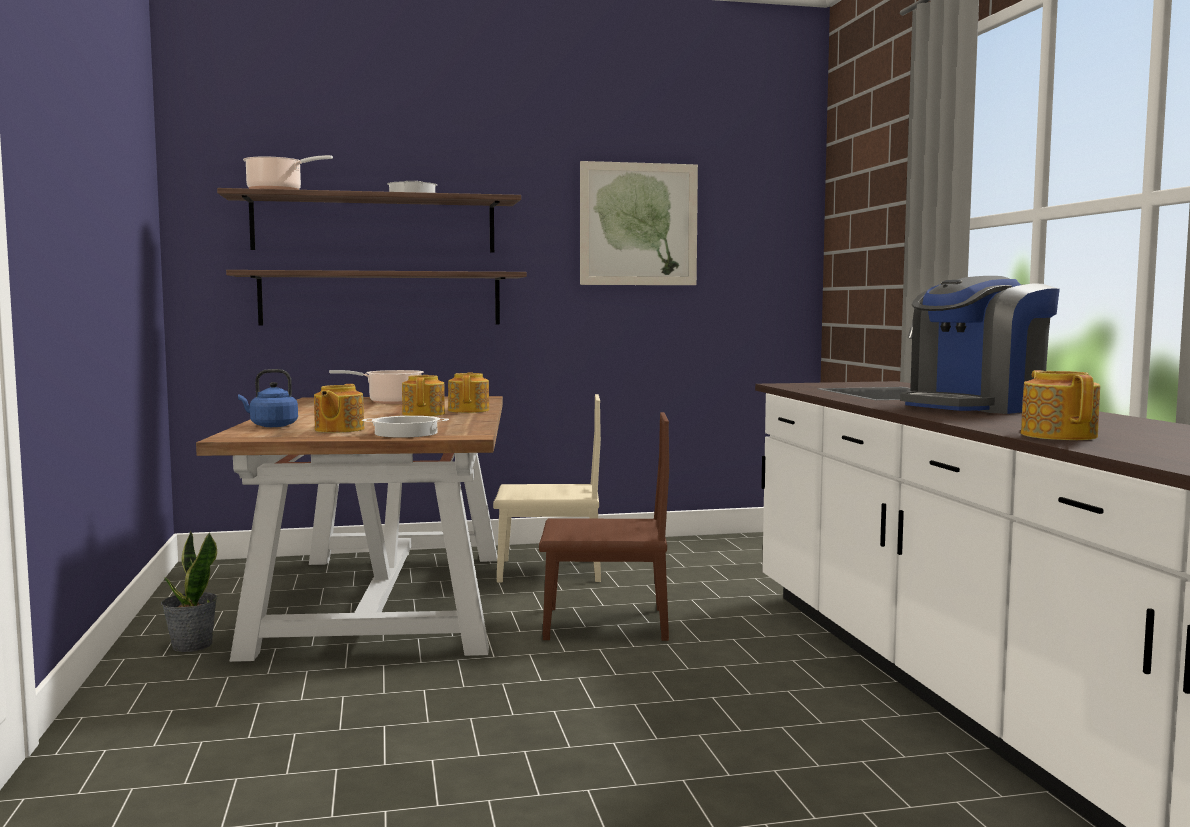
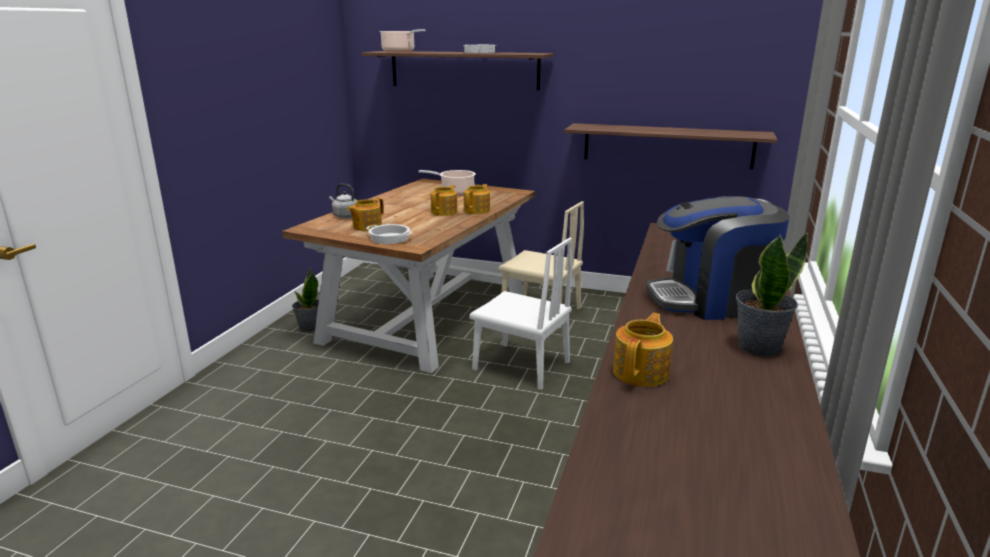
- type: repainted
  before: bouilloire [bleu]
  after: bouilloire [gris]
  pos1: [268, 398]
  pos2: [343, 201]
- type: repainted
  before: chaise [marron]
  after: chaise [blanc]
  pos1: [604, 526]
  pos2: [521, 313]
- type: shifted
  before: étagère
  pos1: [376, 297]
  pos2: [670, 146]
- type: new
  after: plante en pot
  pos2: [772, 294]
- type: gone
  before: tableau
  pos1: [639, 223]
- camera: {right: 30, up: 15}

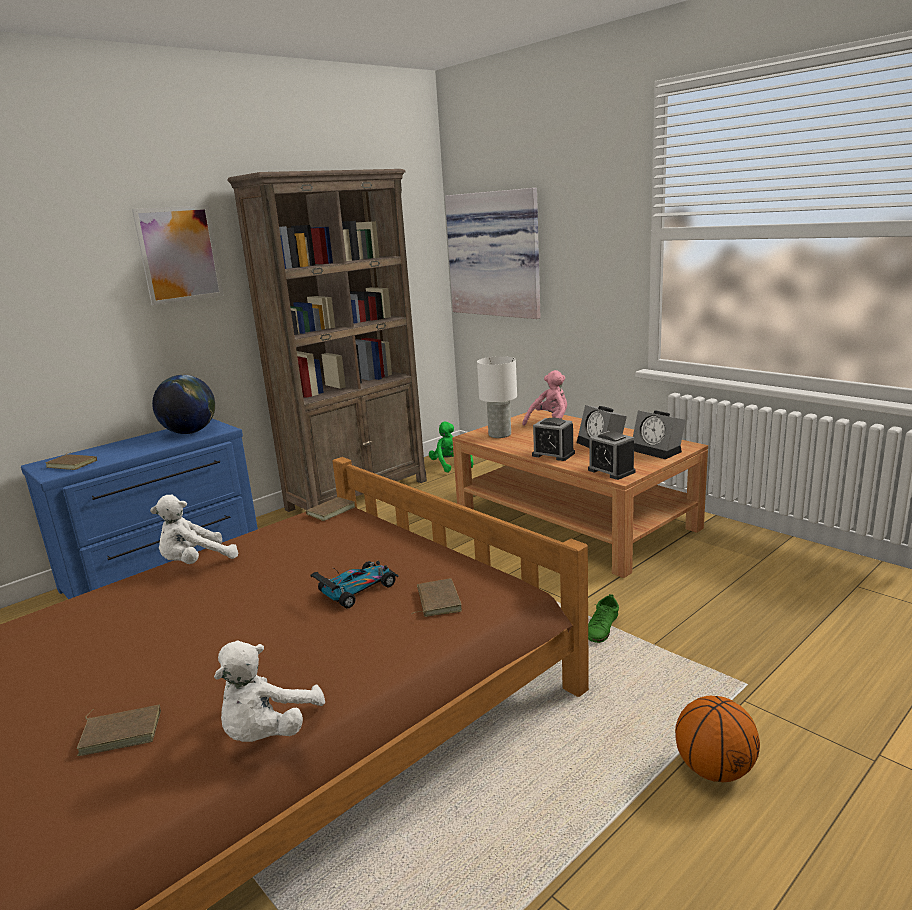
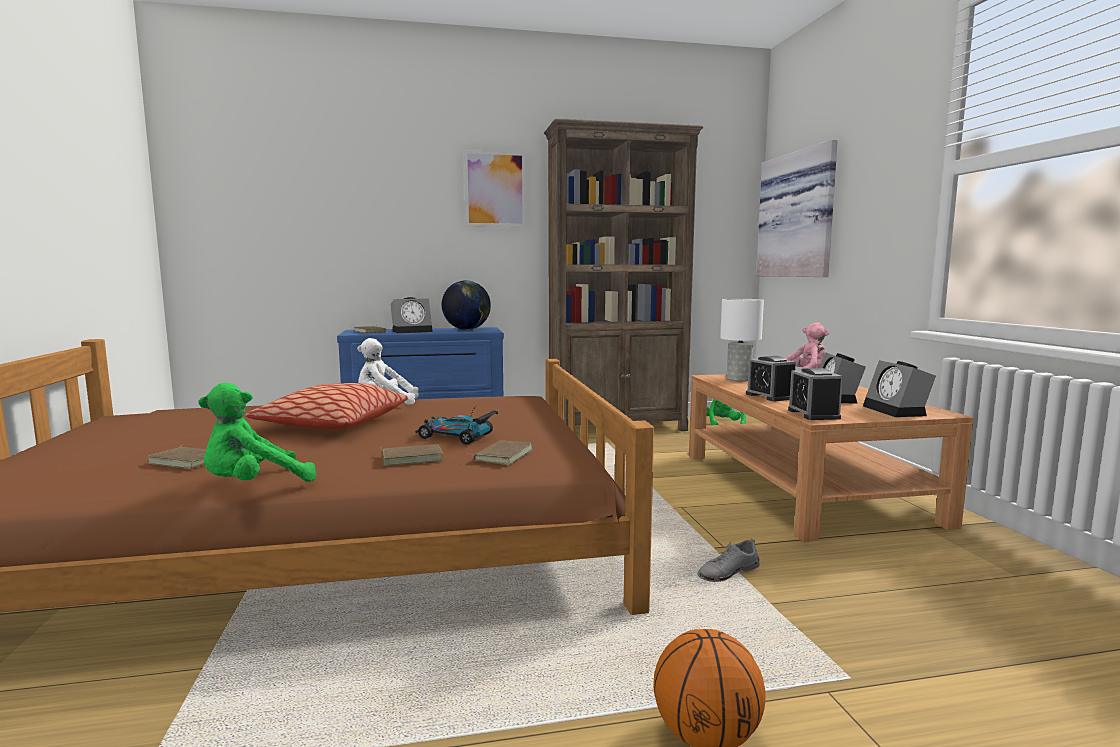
- type: repainted
  before: peluche [blanc]
  after: peluche [vert]
  pos1: [269, 691]
  pos2: [257, 432]
- type: new
  after: coussin
  pos2: [326, 406]
- type: shifted
  before: livre [marron]
  pos1: [328, 509]
  pos2: [411, 455]
- type: new
  after: réveil
  pos2: [411, 315]
- type: rotated
  before: petite voiture
  pos1: [354, 584]
  pos2: [456, 425]
  turn: -150
- type: repainted
  before: chaussure [vert]
  after: chaussure [gris]
  pos1: [603, 618]
  pos2: [728, 560]
- camera: {right: 30, up: -10}

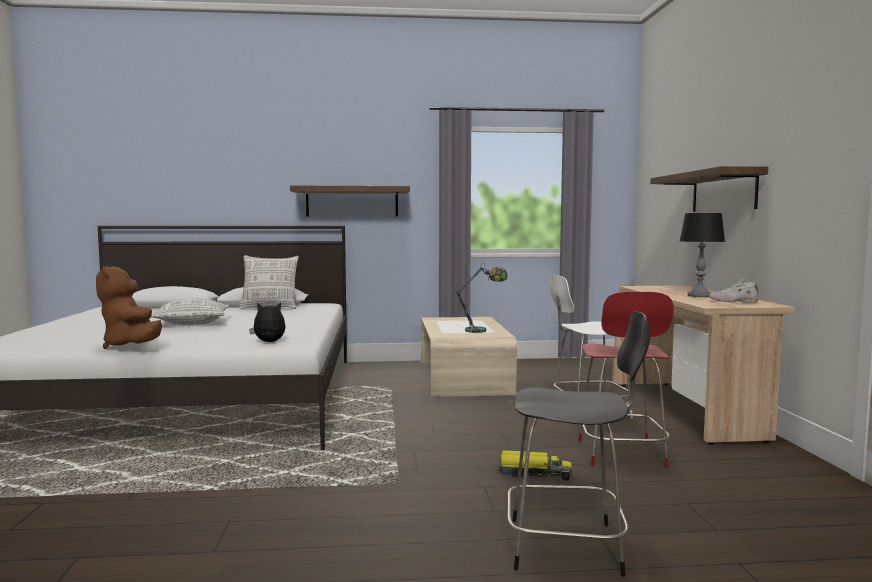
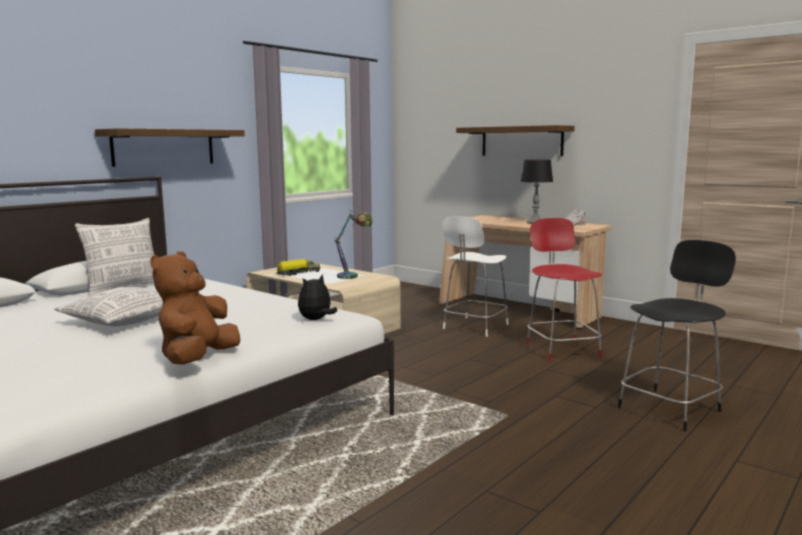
- type: rotated
  before: peluche [marron]
  pos1: [129, 307]
  pos2: [195, 308]
  turn: 90
- type: shifted
  before: camion jouet
  pos1: [534, 465]
  pos2: [298, 267]
- type: rotated
  before: chaise [rouge]
  pos1: [626, 380]
  pos2: [564, 289]
  turn: -150
- camera: {right: -45, up: 5}

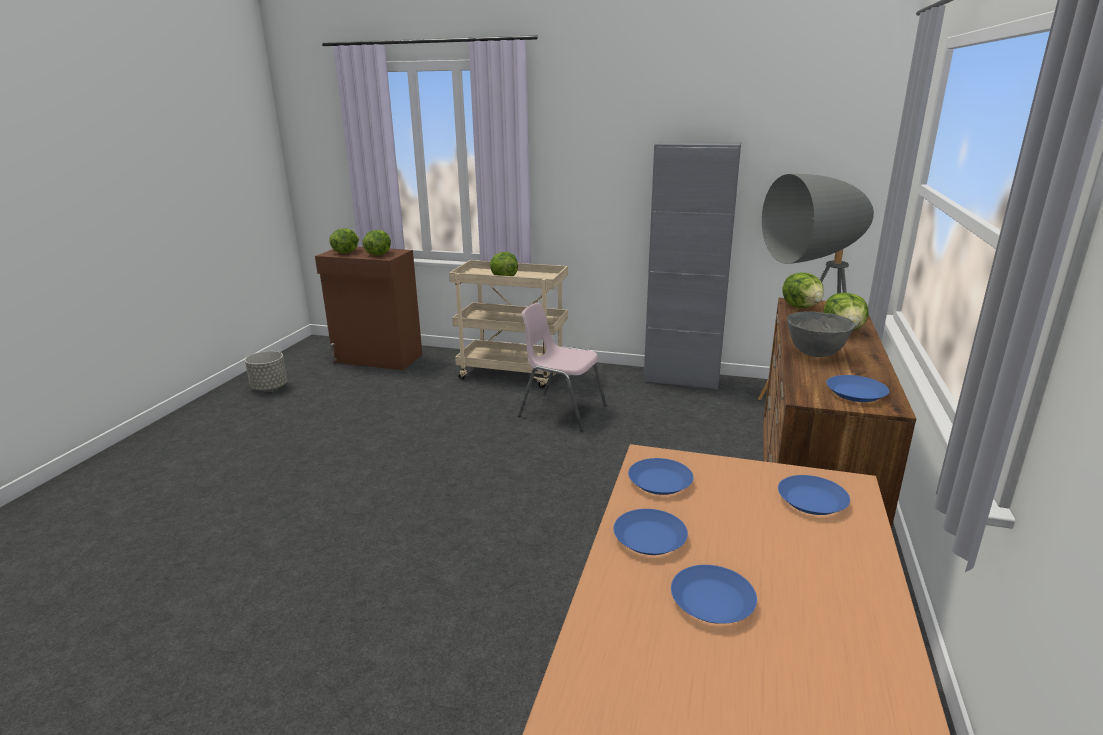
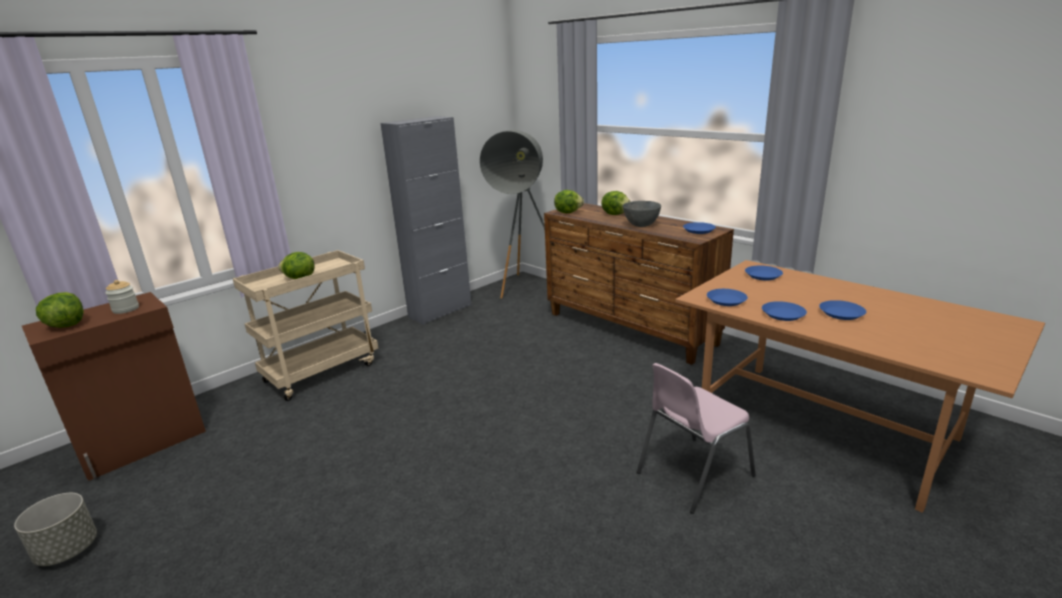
- type: swapped
  before: laitue
  after: bocal
  pos1: [376, 242]
  pos2: [122, 297]
- type: shifted
  before: chaise [rose]
  pos1: [562, 367]
  pos2: [696, 438]
- camera: {right: -60, up: 0}

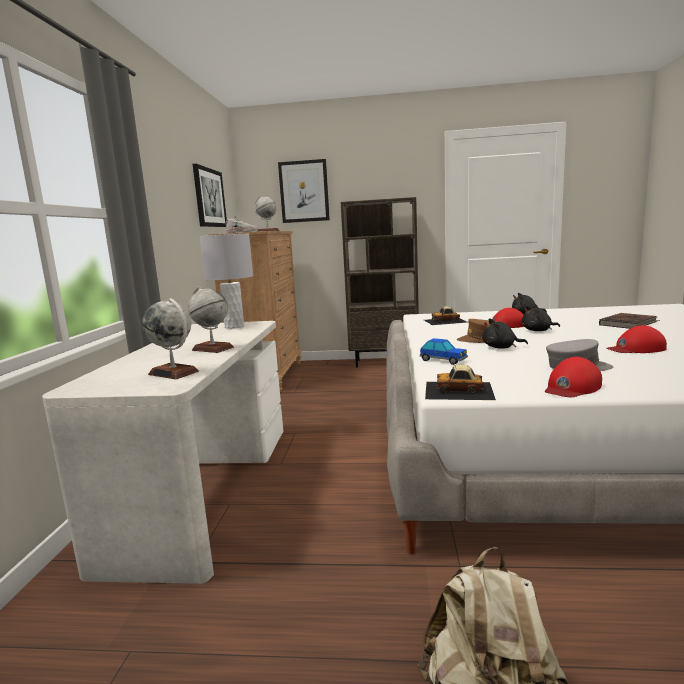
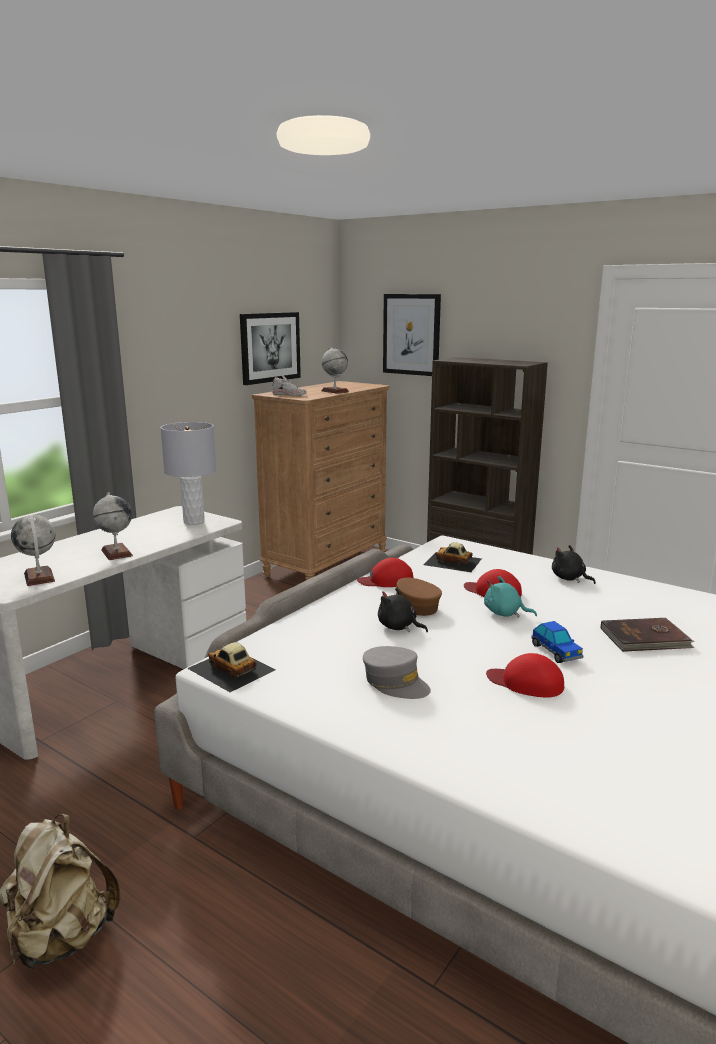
- type: shifted
  before: casquette [rouge]
  pos1: [573, 377]
  pos2: [385, 572]
- type: repainted
  before: peluche [noir]
  after: peluche [turquoise]
  pos1: [541, 318]
  pos2: [510, 597]
- type: shifted
  before: petite voiture
  pos1: [444, 351]
  pos2: [557, 642]
- camera: {right: 30, up: 5}

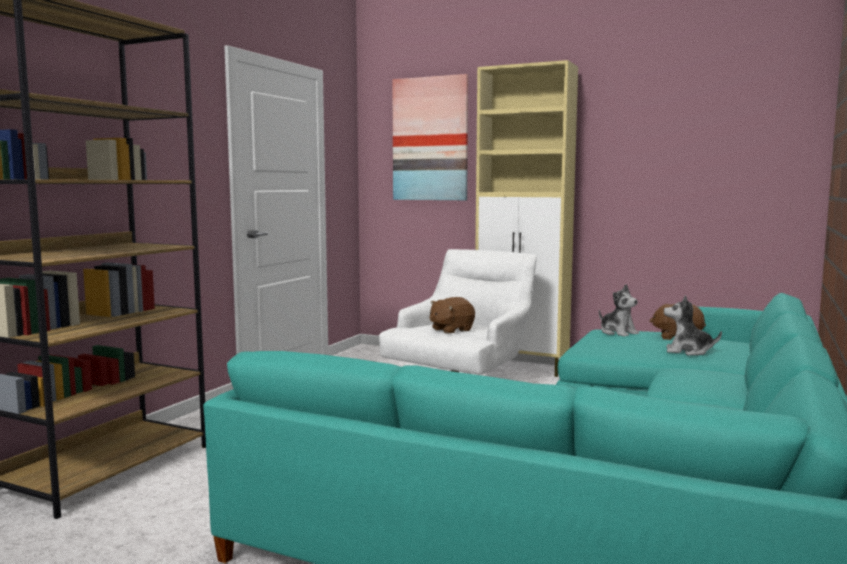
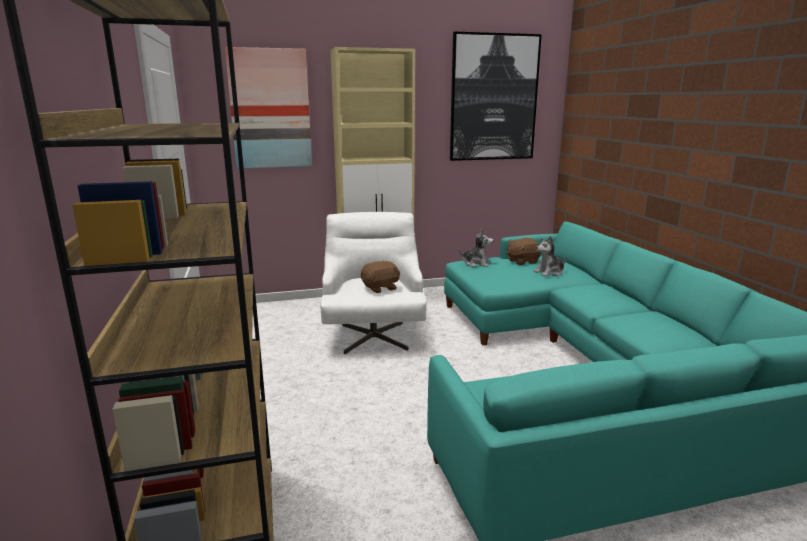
- type: rotated
  before: peluche [marron]
  pos1: [452, 315]
  pos2: [380, 277]
  turn: -135
- type: new
  after: tableau
  pos2: [496, 96]
- camera: {right: -40, up: 10}

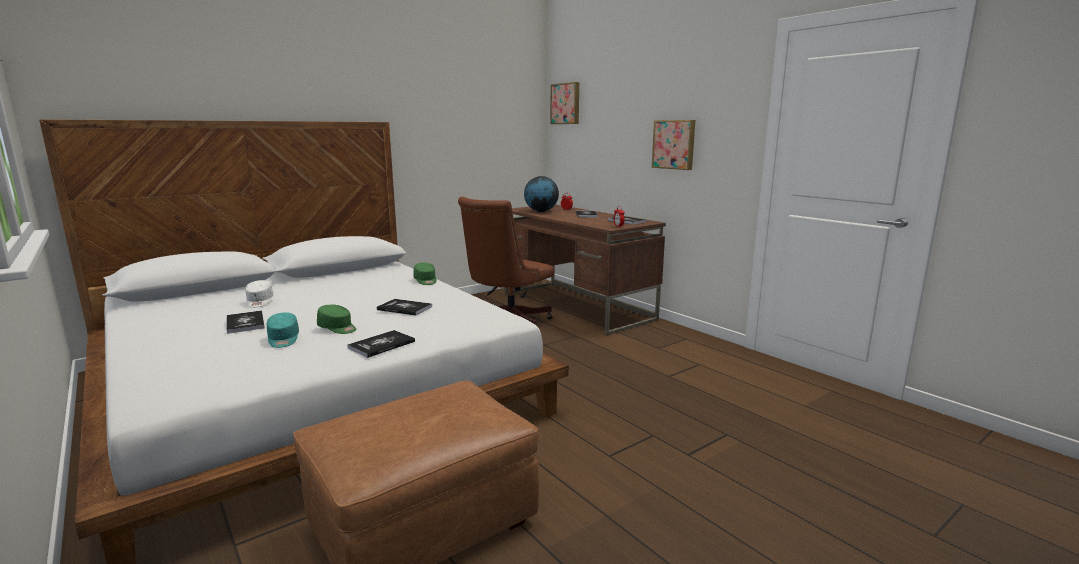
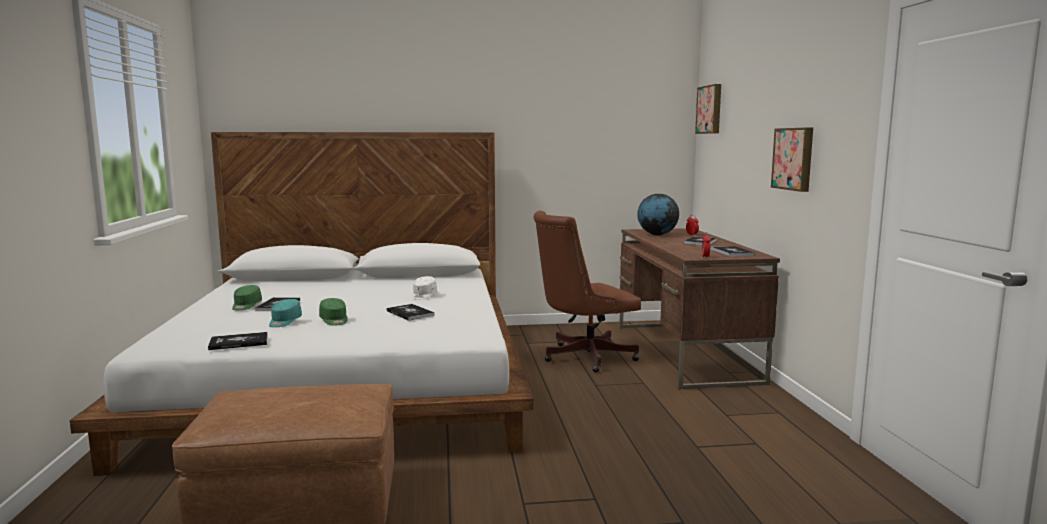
- type: shifted
  before: livre
  pos1: [381, 344]
  pos2: [238, 341]
- type: shifted
  before: casquette [vert]
  pos1: [425, 274]
  pos2: [247, 297]
- type: shifted
  before: casquette [blanc]
  pos1: [259, 293]
  pos2: [424, 288]
- camera: {right: 30, up: -5}

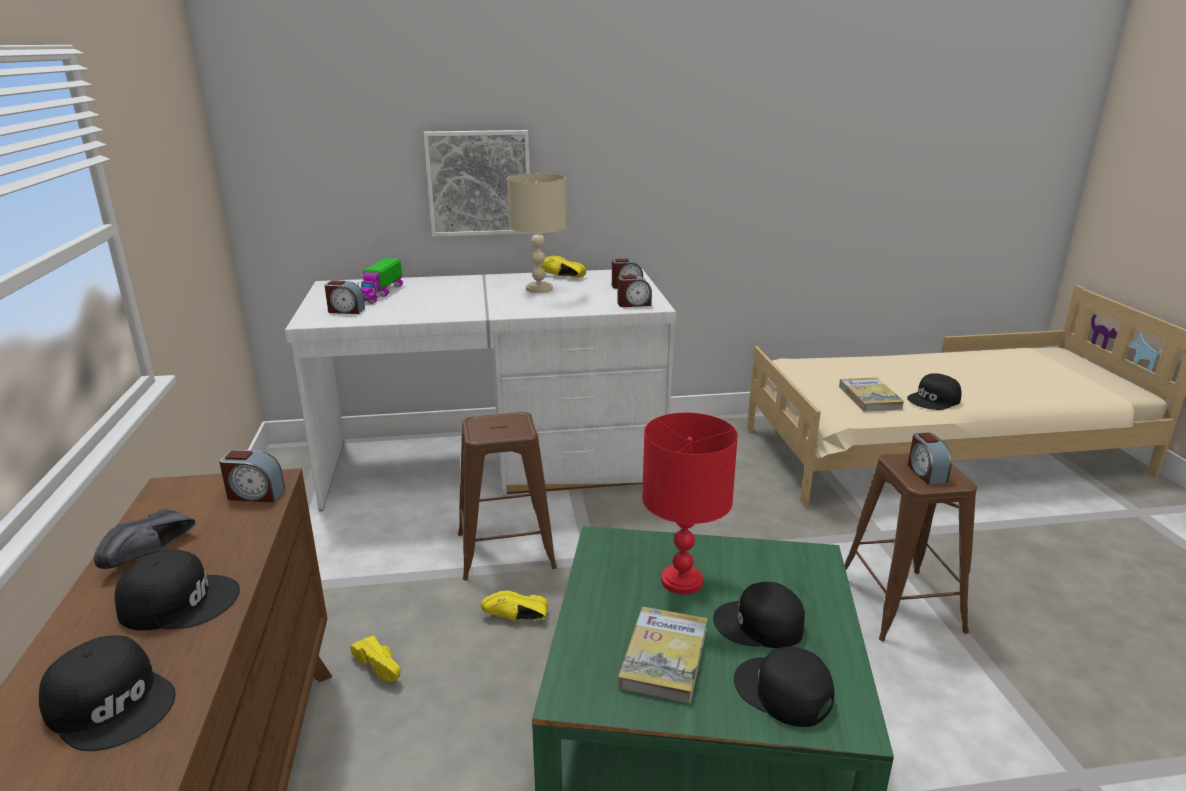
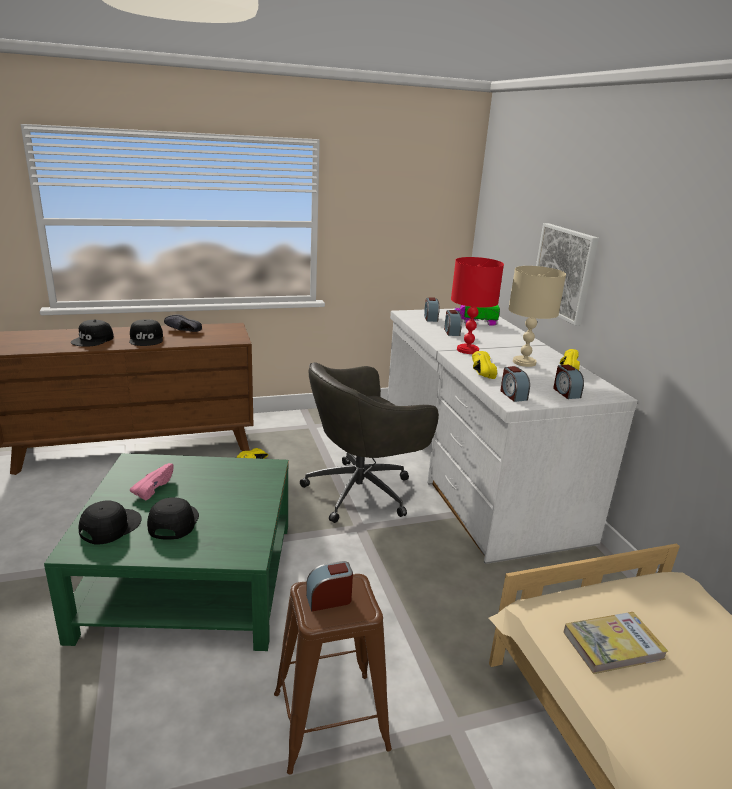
- type: swapped
  before: livre
  after: chaussure [rose]
  pos1: [662, 655]
  pos2: [152, 481]
- type: swapped
  before: tabouret [marron]
  after: chaise de bureau [gris]
  pos1: [507, 496]
  pos2: [369, 442]
- type: shifted
  before: réveil
  pos1: [252, 476]
  pos2: [453, 323]
- type: shifted
  before: lampe de table [rouge]
  pos1: [690, 503]
  pos2: [477, 305]
- type: shifted
  before: chaussure [jaune]
  pos1: [514, 605]
  pos2: [484, 365]
- type: gone
  before: casquette [noir]
  pos1: [934, 391]
- camera: {right: 80, up: 0}

